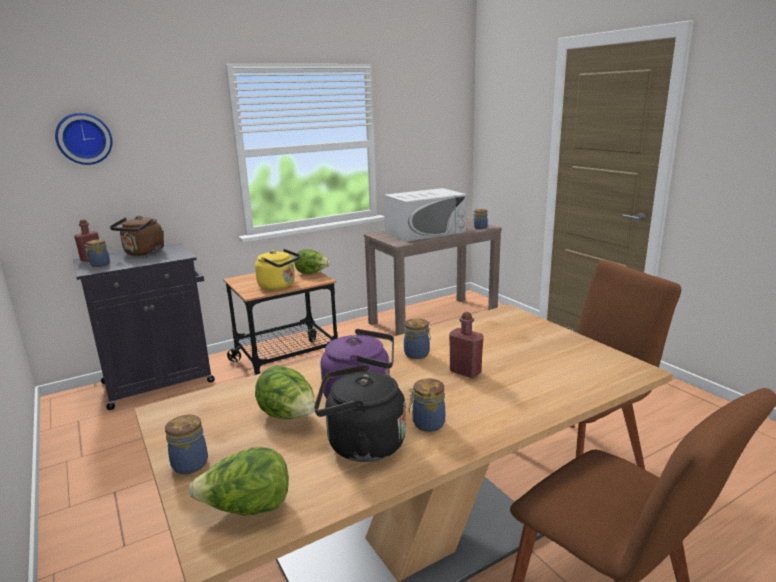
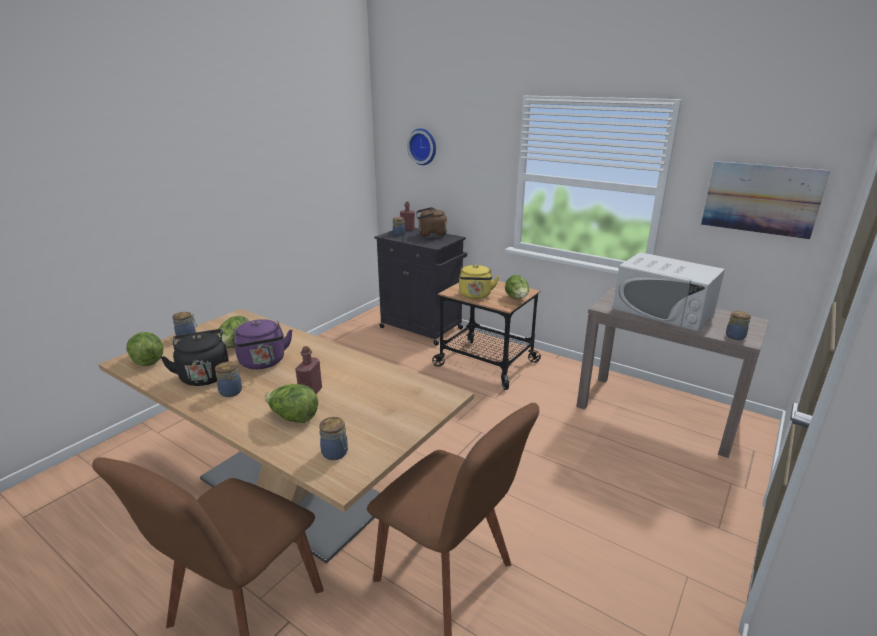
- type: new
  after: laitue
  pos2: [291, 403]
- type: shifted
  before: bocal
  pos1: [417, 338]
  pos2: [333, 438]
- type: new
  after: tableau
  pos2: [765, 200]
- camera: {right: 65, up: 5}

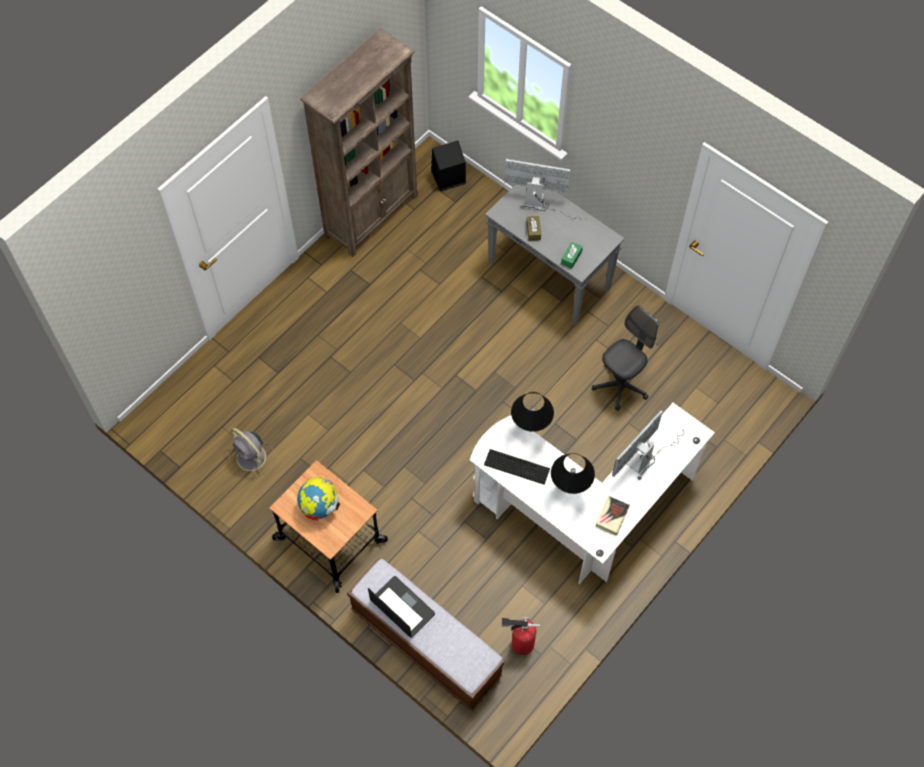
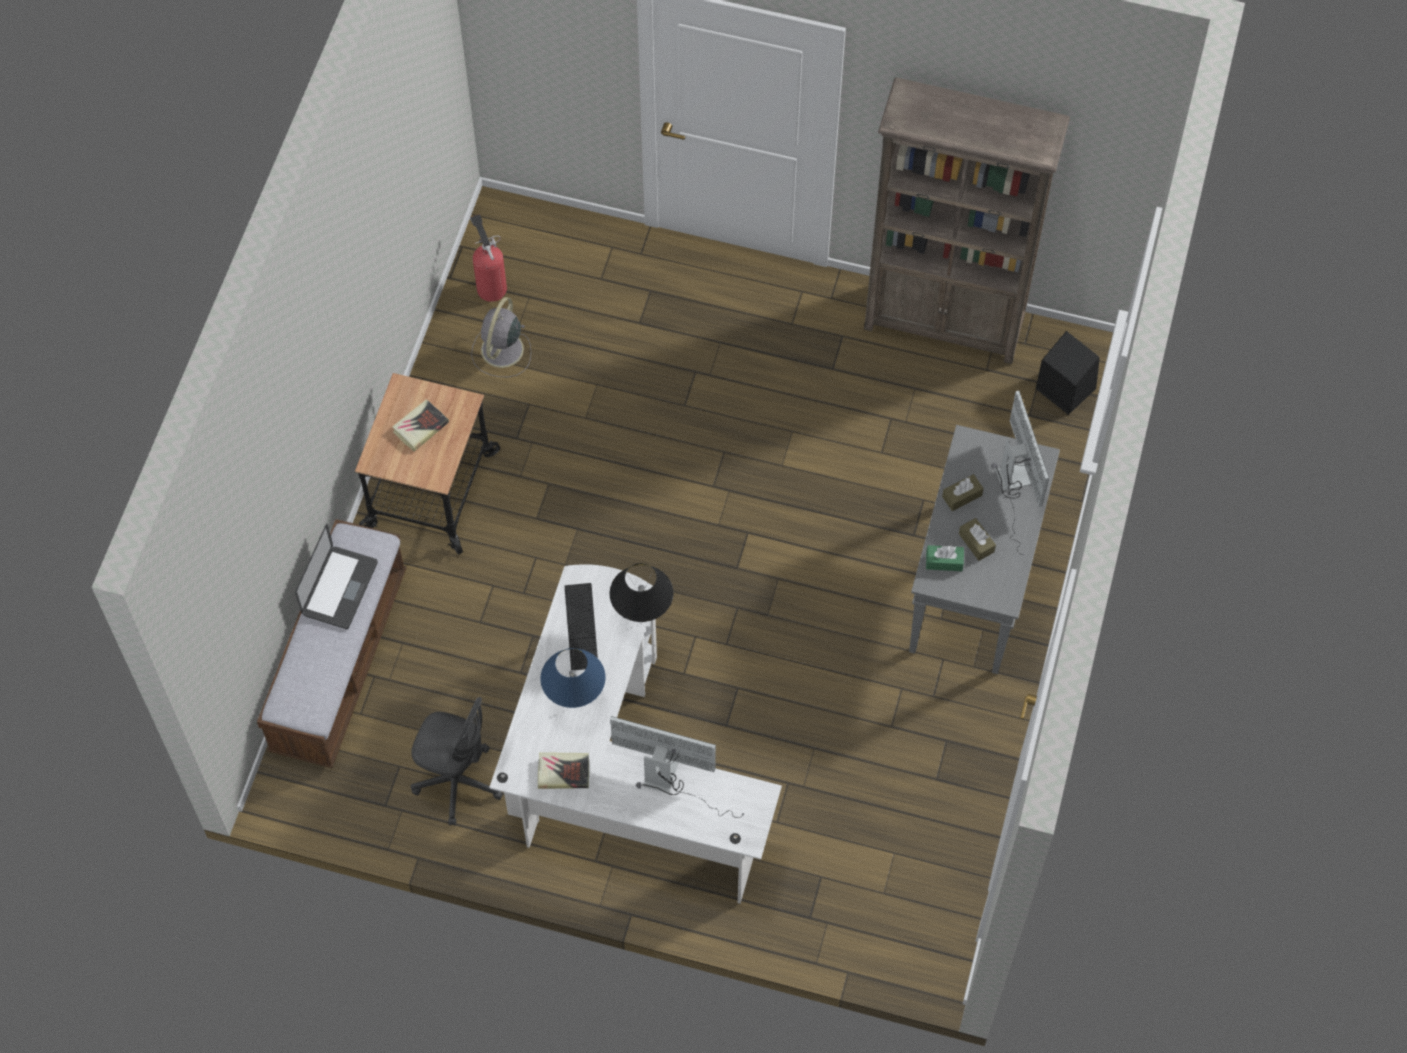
- type: swapped
  before: globe
  after: livre
  pos1: [318, 499]
  pos2: [420, 425]
- type: shifted
  before: chaise de bureau [gris]
  pos1: [625, 358]
  pos2: [457, 761]
- type: shifted
  before: extincteur
  pos1: [521, 634]
  pos2: [488, 258]
- type: repainted
  before: lampe de table [noir]
  after: lampe de table [bleu]
  pos1: [573, 473]
  pos2: [573, 678]
- type: new
  after: boîte à mouchoirs [marron]
  pos2: [977, 539]
- camera: {right: 65, up: 0}

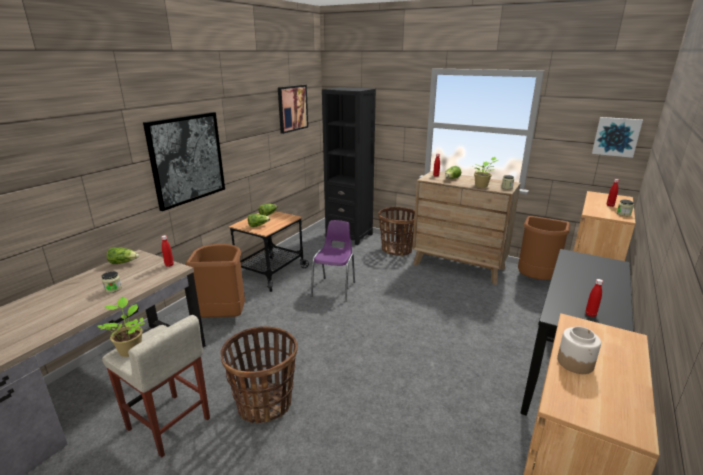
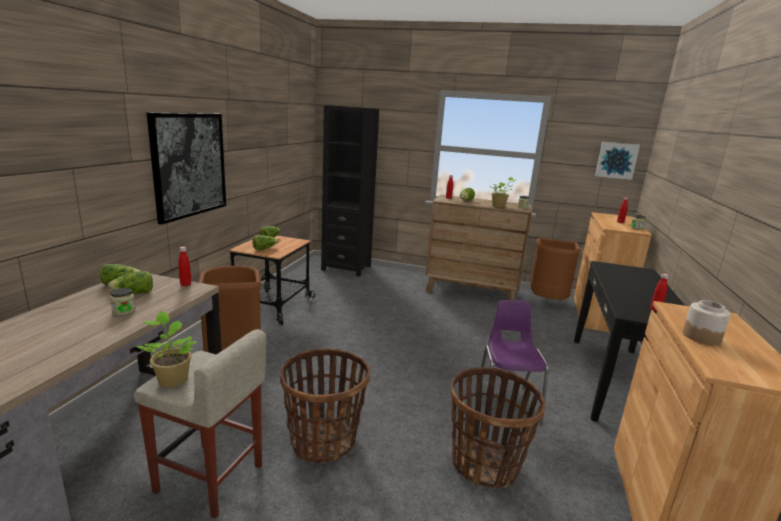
- type: new
  after: laitue
  pos2: [130, 282]
- type: shifted
  before: panier
  pos1: [396, 231]
  pos2: [498, 428]
- type: shifted
  before: chaise [violet]
  pos1: [333, 261]
  pos2: [514, 362]
- type: gone
  before: tableau
  pos1: [293, 109]
- camera: {right: -15, up: -5}

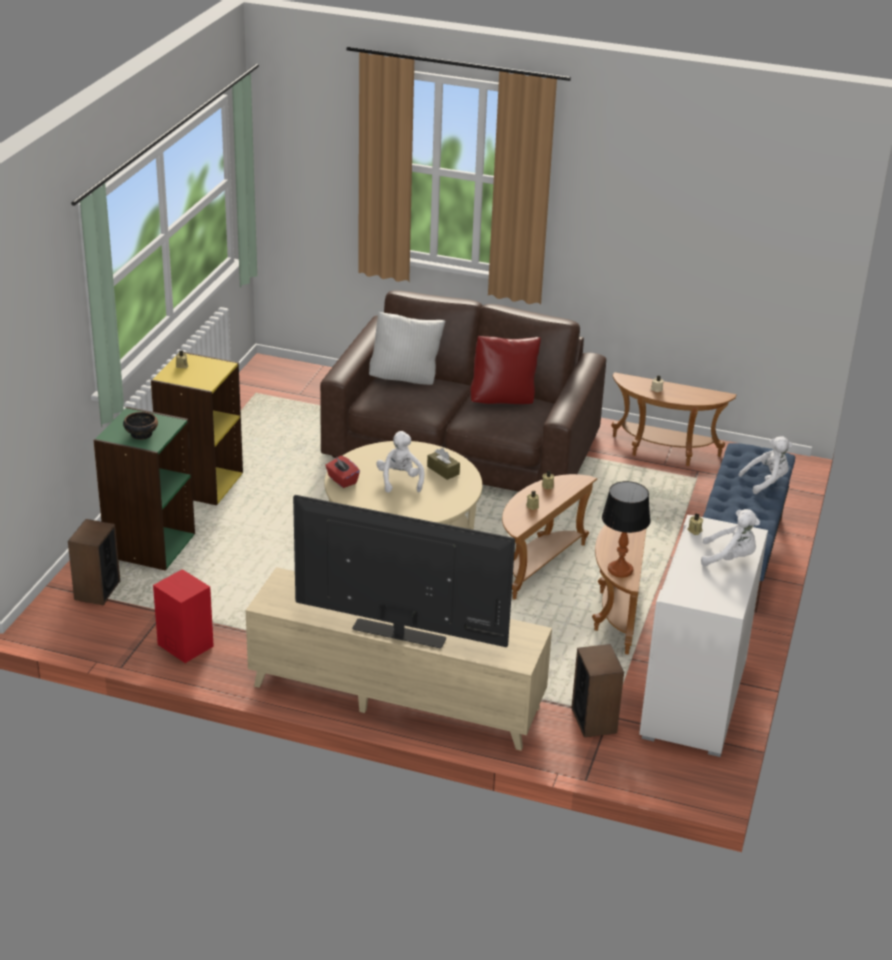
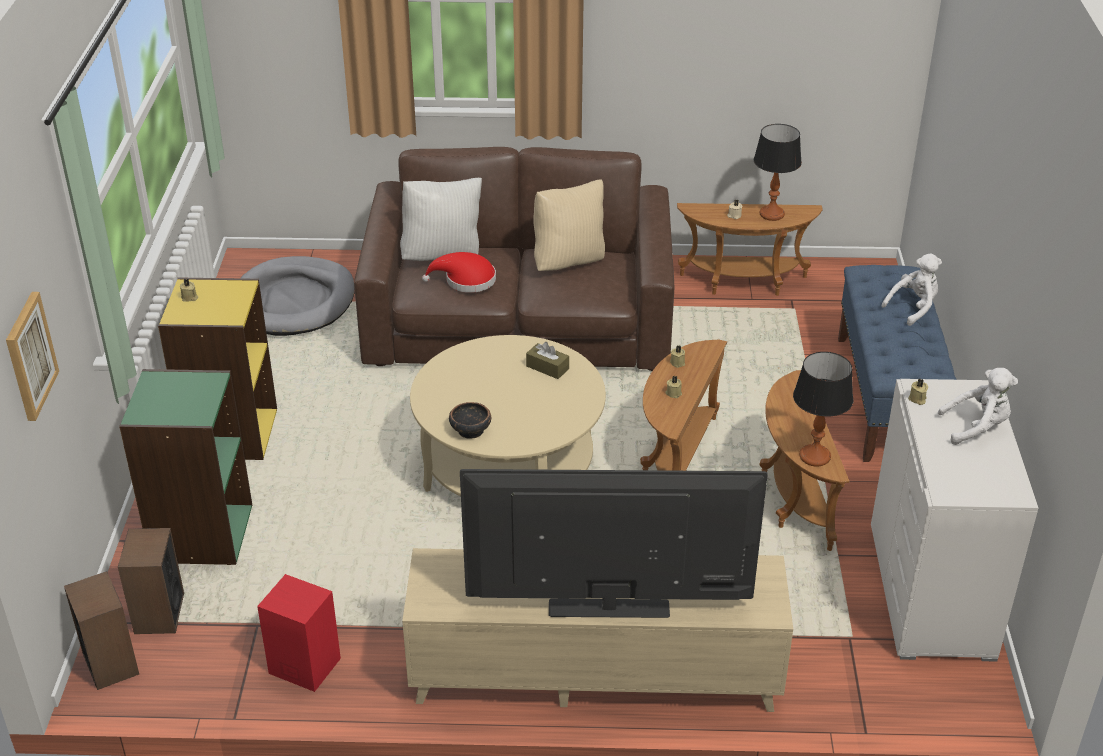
- type: new
  after: tableau
  pos2: [32, 356]
- type: shifted
  before: enceinte
  pos1: [597, 690]
  pos2: [101, 630]
- type: new
  after: panier pour chien [gris]
  pos2: [298, 296]
- type: new
  after: chapeau [rouge]
  pos2: [459, 272]
- type: shifted
  before: bol
  pos1: [140, 426]
  pos2: [470, 420]
- type: repainted
  before: coussin [rouge]
  after: coussin [beige]
  pos1: [505, 370]
  pos2: [569, 225]
- type: new
  after: lampe de table
  pos2: [778, 172]
- type: gone
  before: boîte à mouchoirs [rouge]
  pos1: [342, 472]
- type: gone
  before: peluche [blanc]
  pos1: [400, 462]
- camera: {right: -15, up: 5}

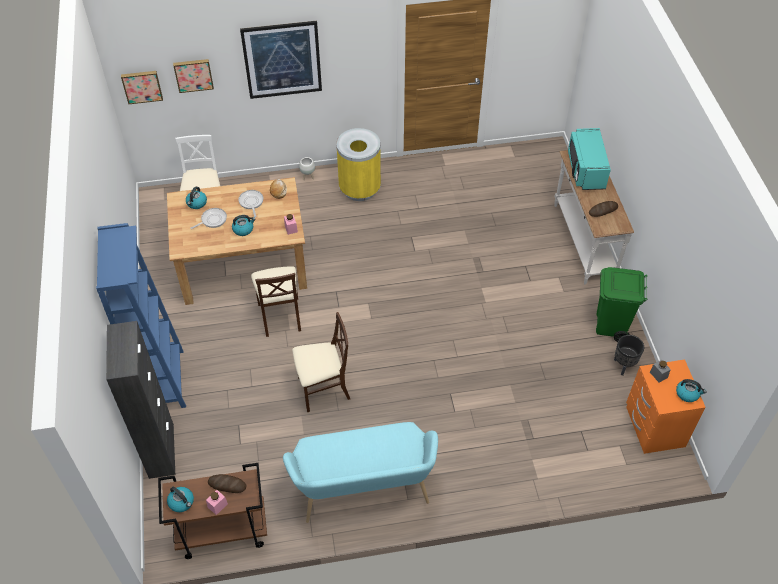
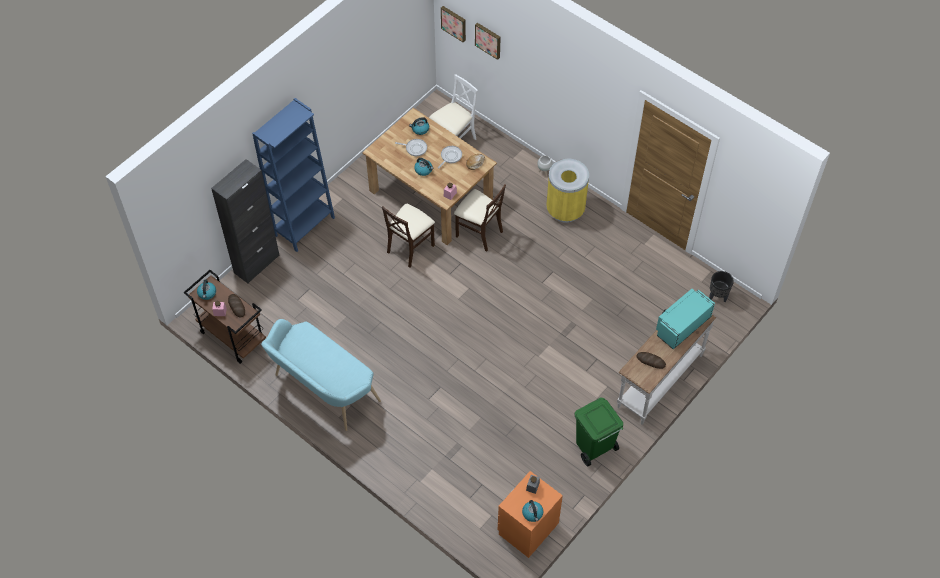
- type: shifted
  before: chaise [beige]
  pos1: [321, 362]
  pos2: [480, 218]
- type: shifted
  before: cache-pot [noir]
  pos1: [629, 355]
  pos2: [721, 286]
- type: gone
  before: tableau
  pos1: [281, 60]
- camera: {right: 50, up: 5}

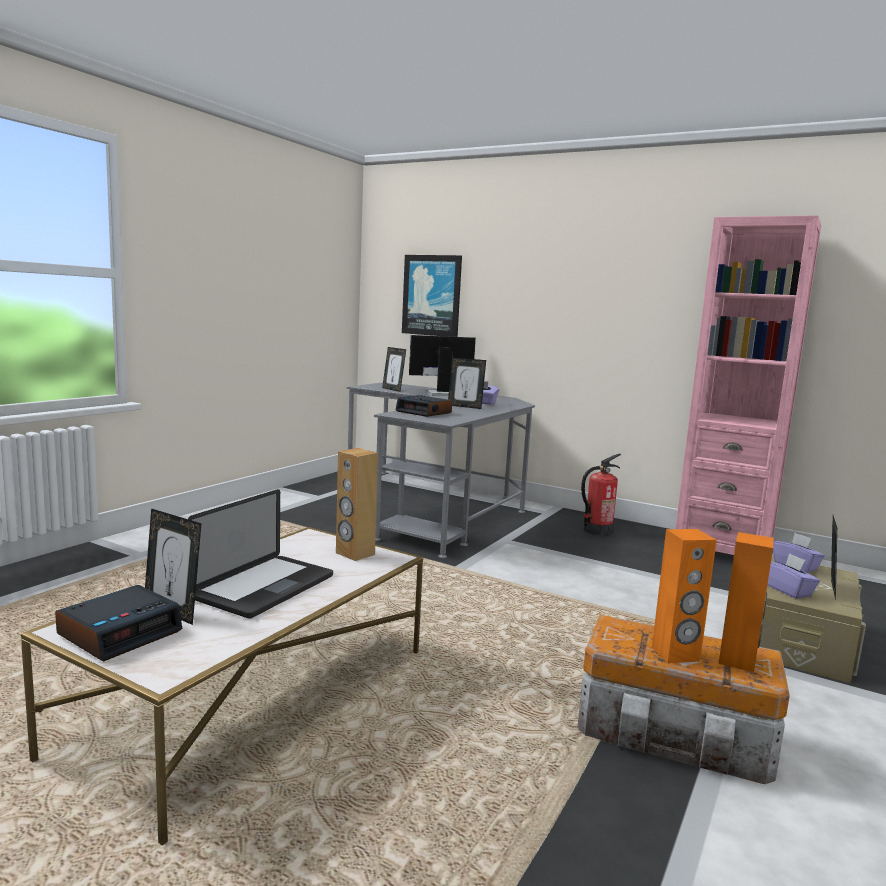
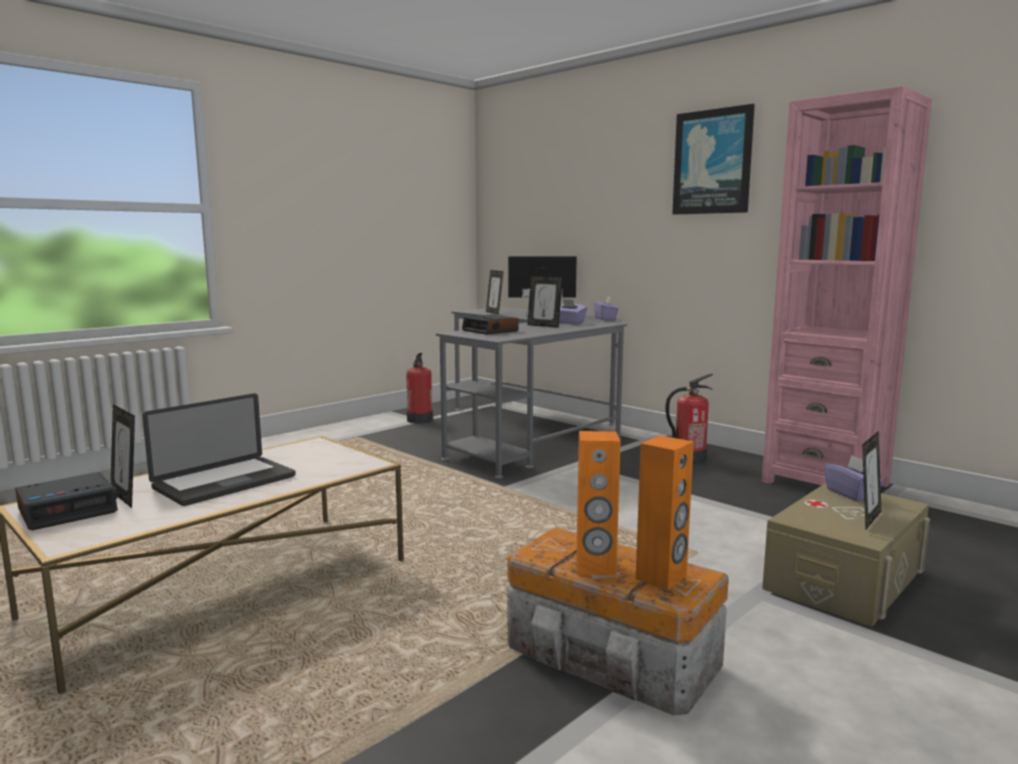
- type: new
  after: extincteur
  pos2: [419, 388]
- type: shifted
  before: boîte à mouchoirs [violet]
  pos1: [793, 576]
  pos2: [606, 308]
- type: shifted
  before: tableau
  pos1: [432, 296]
  pos2: [713, 159]
- type: gone
  before: enceinte [marron]
  pos1: [357, 504]
- camera: {right: 15, up: 0}

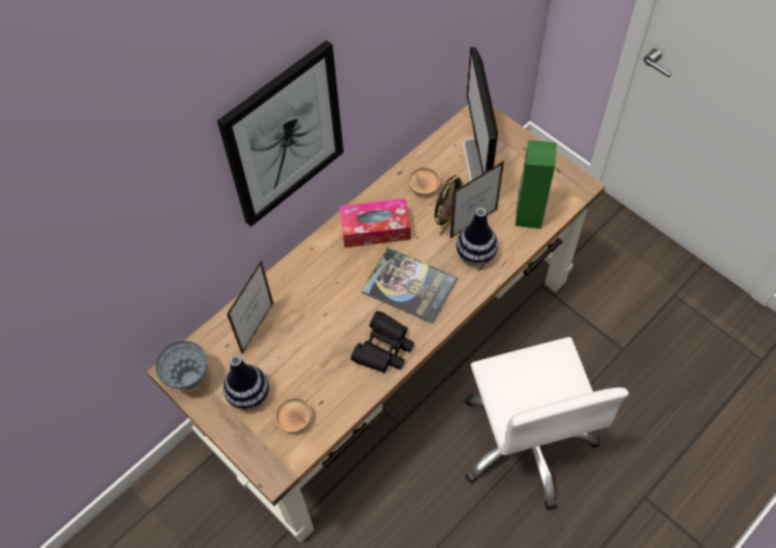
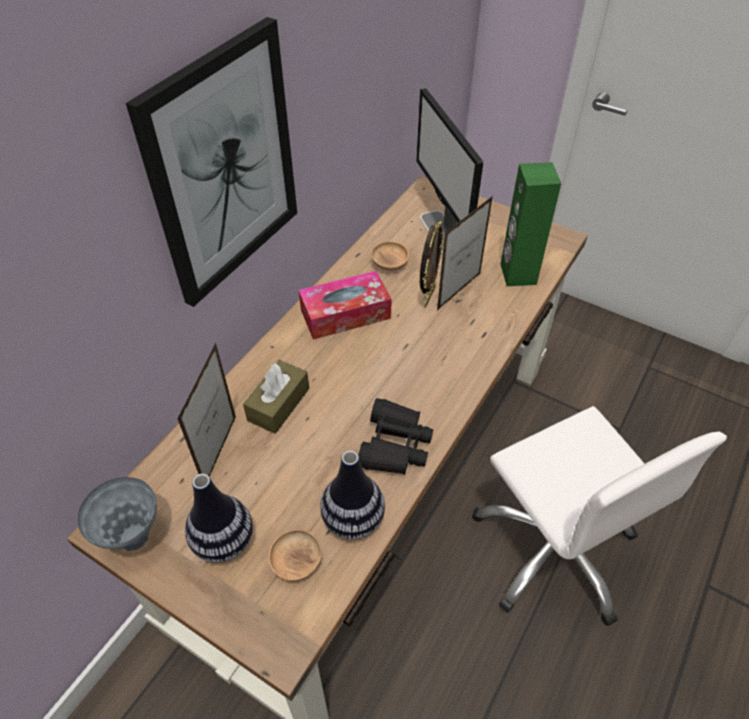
- type: new
  after: boîte à mouchoirs [marron]
  pos2: [276, 397]
- type: shifted
  before: vase
  pos1: [477, 237]
  pos2: [352, 494]
- type: gone
  before: livre
  pos1: [409, 286]
- camera: {right: -15, up: -10}

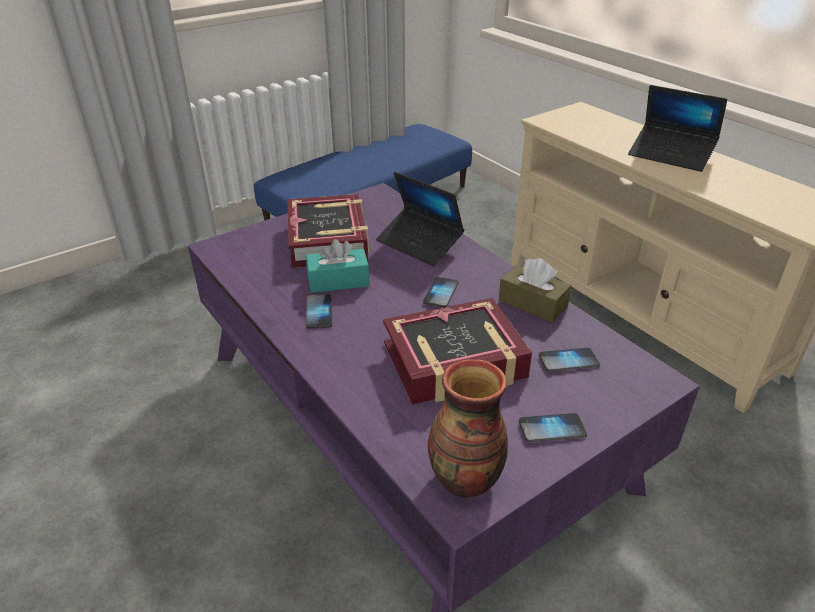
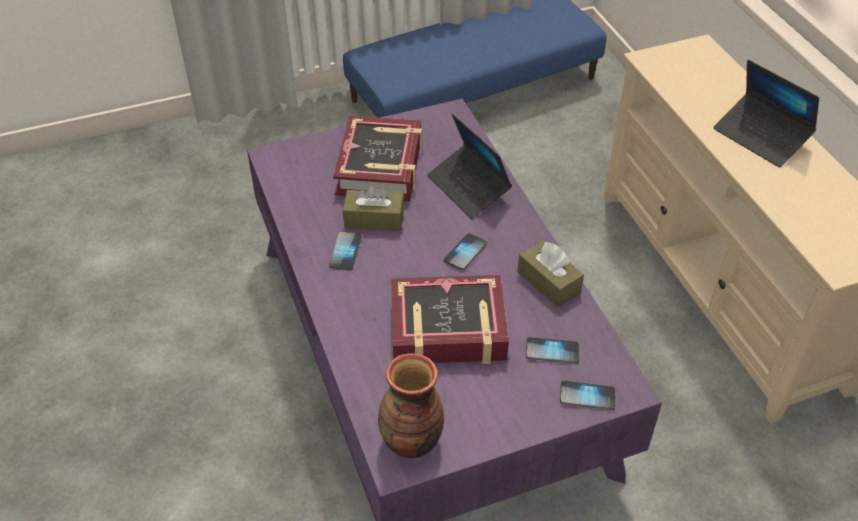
- type: repainted
  before: boîte à mouchoirs [turquoise]
  after: boîte à mouchoirs [marron]
  pos1: [337, 266]
  pos2: [373, 208]
- type: shifted
  before: téléphone
  pos1: [553, 427]
  pos2: [587, 395]
- camera: {right: 15, up: 10}

